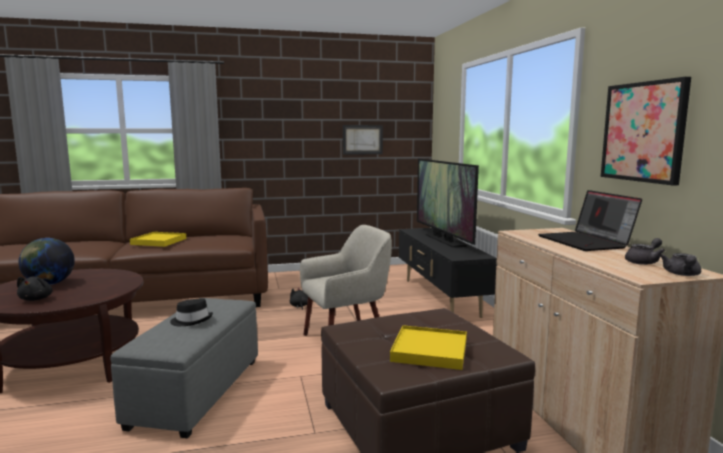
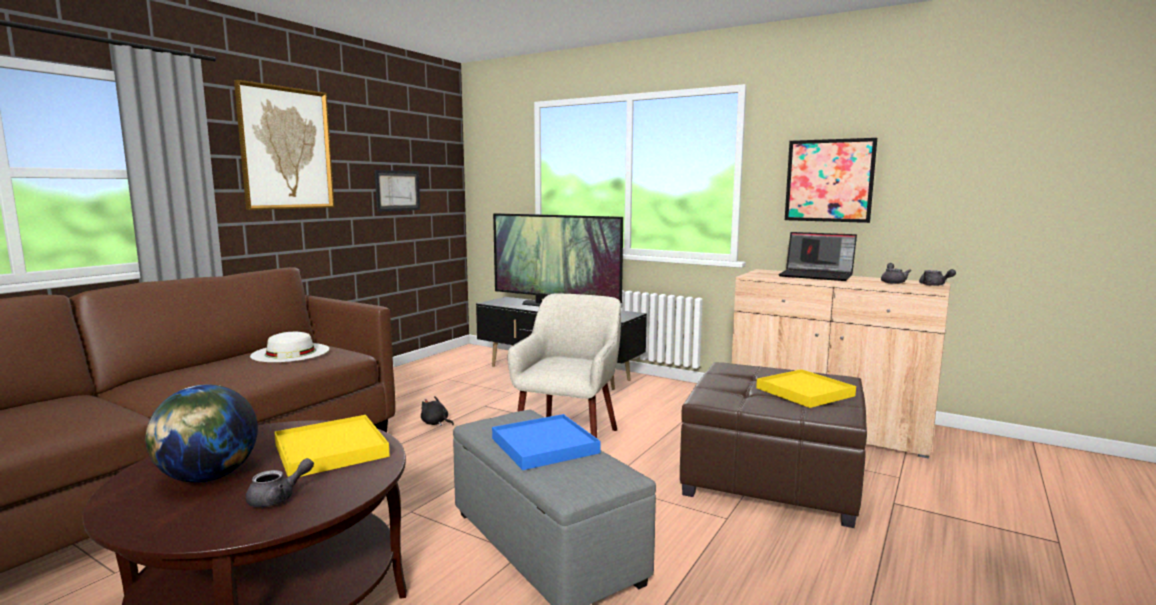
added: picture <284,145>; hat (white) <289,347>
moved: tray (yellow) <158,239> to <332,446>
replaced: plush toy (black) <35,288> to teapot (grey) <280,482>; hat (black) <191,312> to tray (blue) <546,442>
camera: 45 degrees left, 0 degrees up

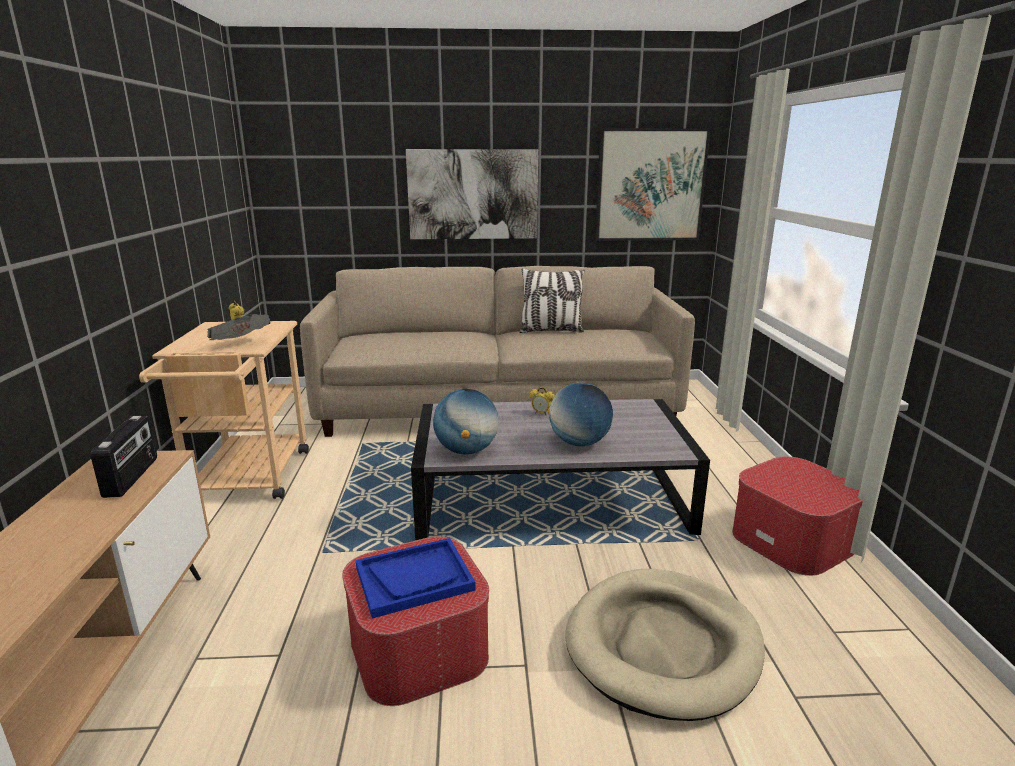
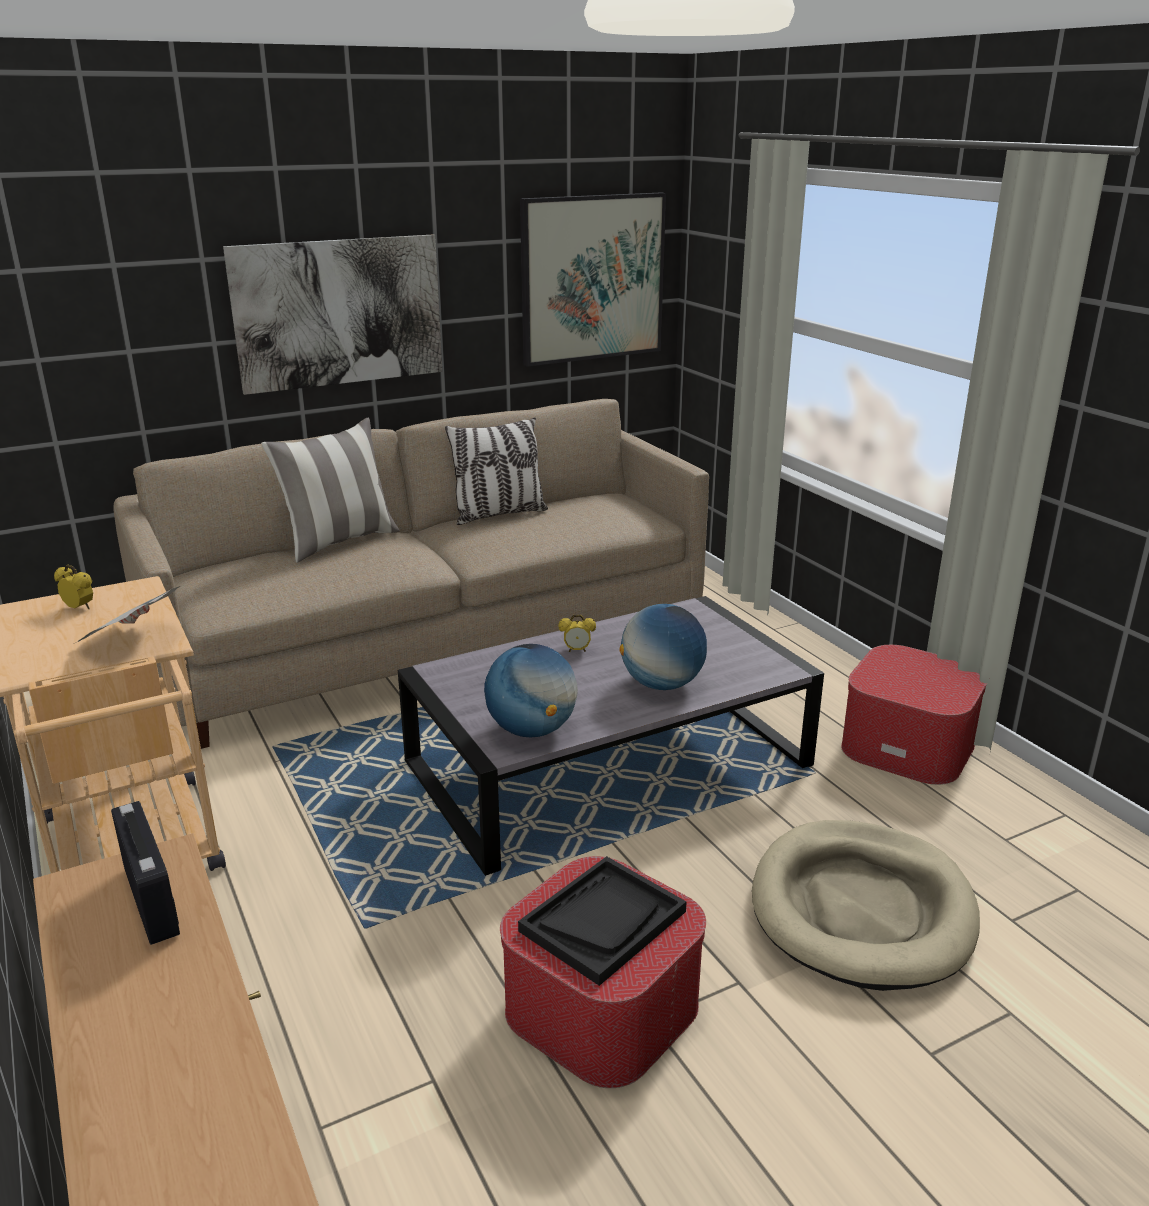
added: pillow <330,490>
recoloured: tray (blue) <416,578> to tray (black) <602,921>
camera: 25 degrees left, 5 degrees up

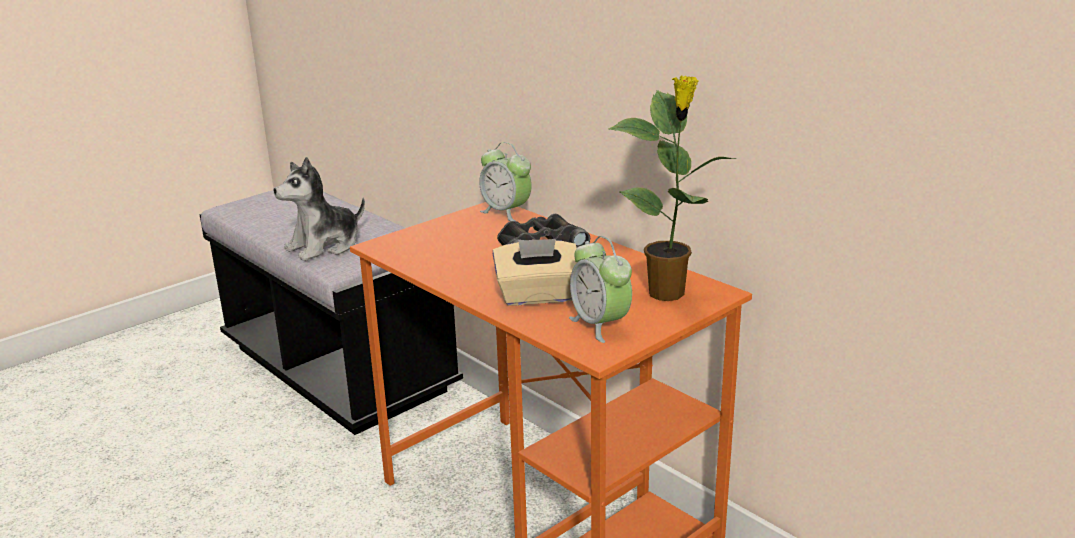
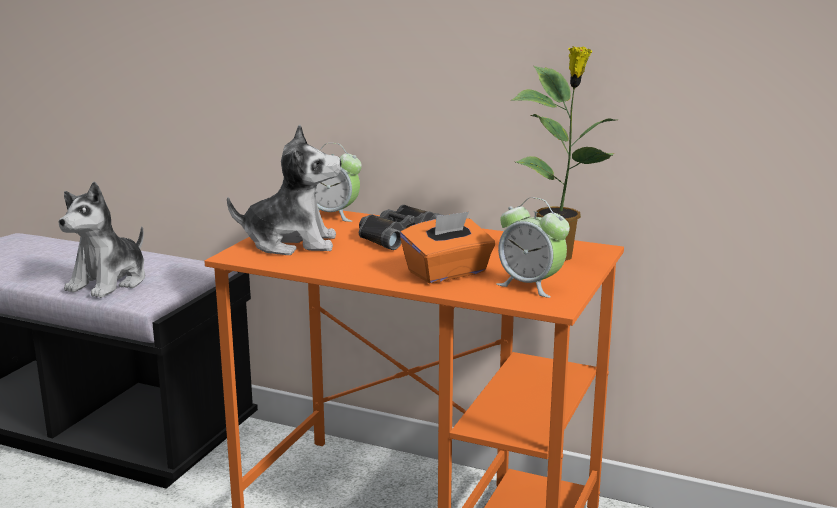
added: plush toy <284,189>
recoloured: tissue box (beige) <535,272> to tissue box (orange) <447,247>
camera: 25 degrees left, 5 degrees down

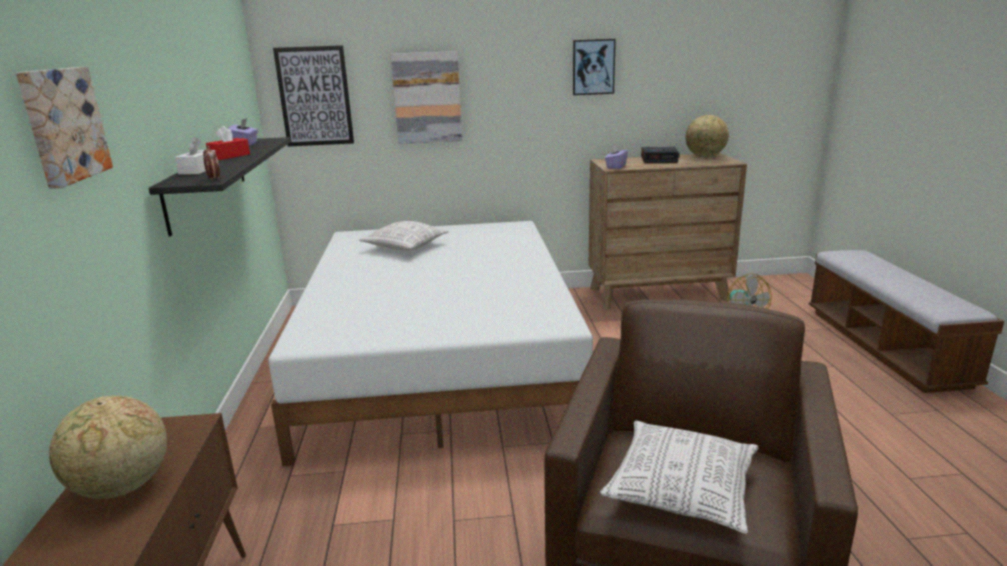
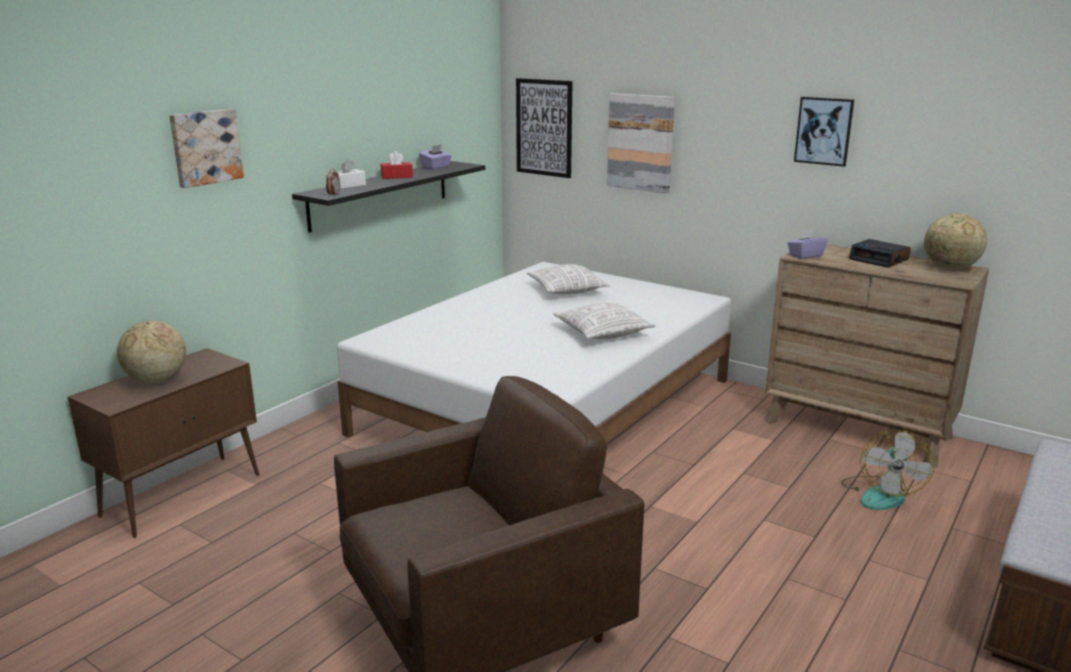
moved: pillow <679,477> to <604,321>
camera: 40 degrees right, 0 degrees up

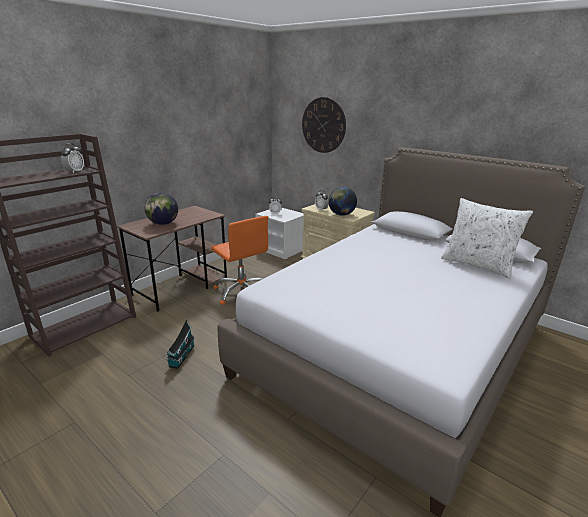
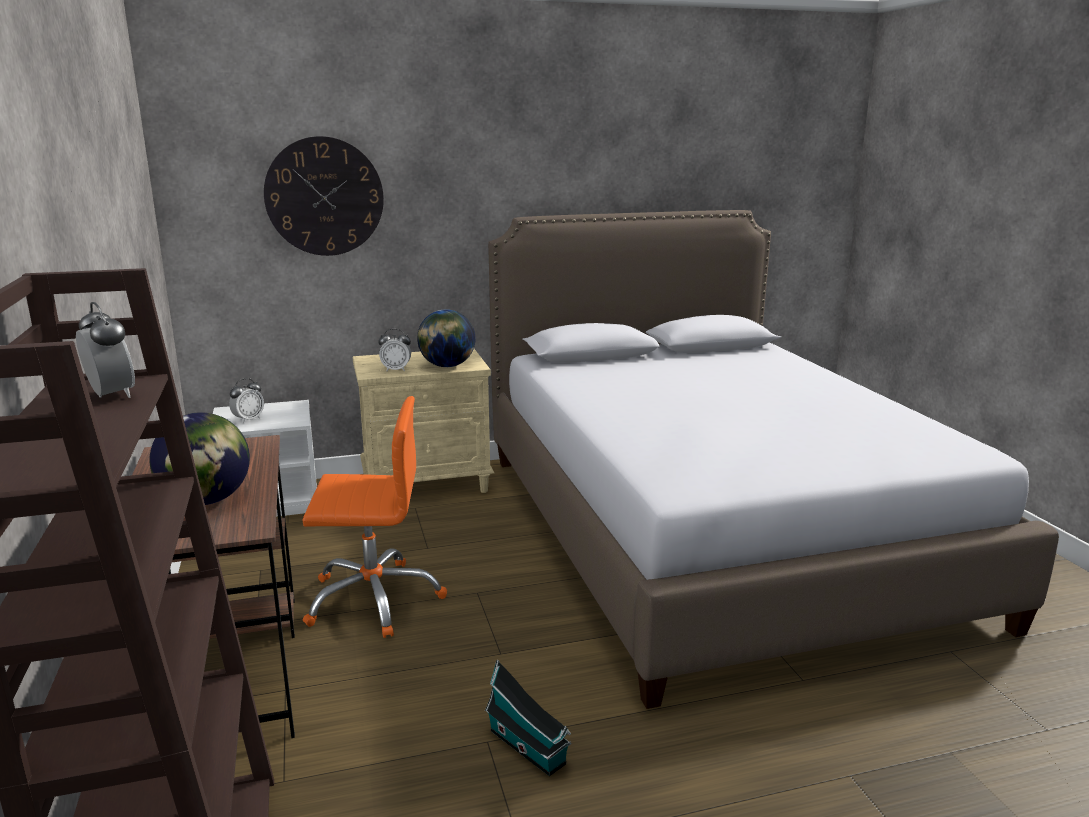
removed: pillow (white) <487,238>
camera: 55 degrees left, 5 degrees down

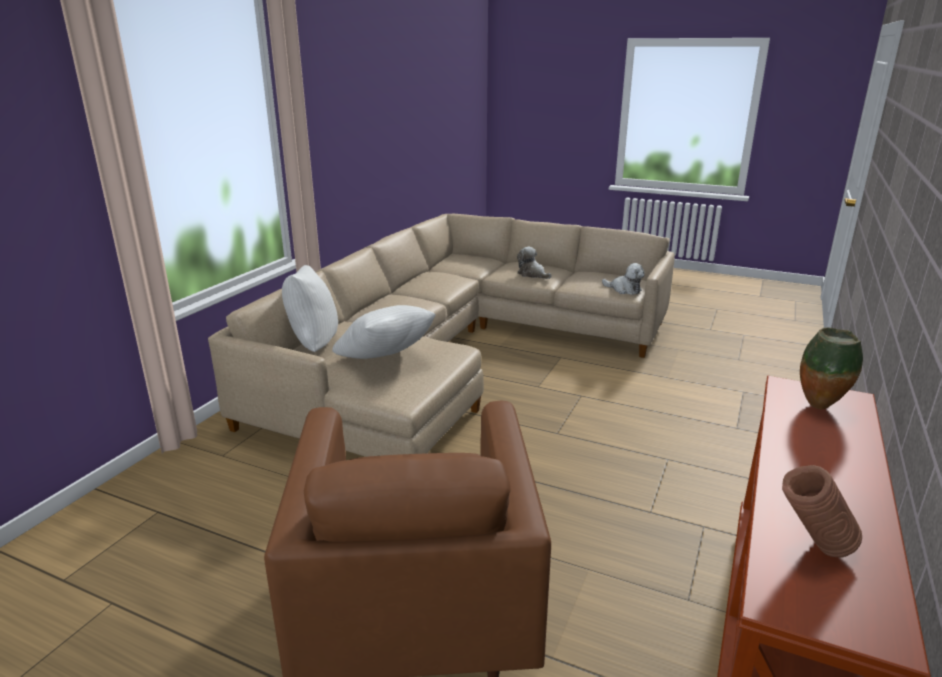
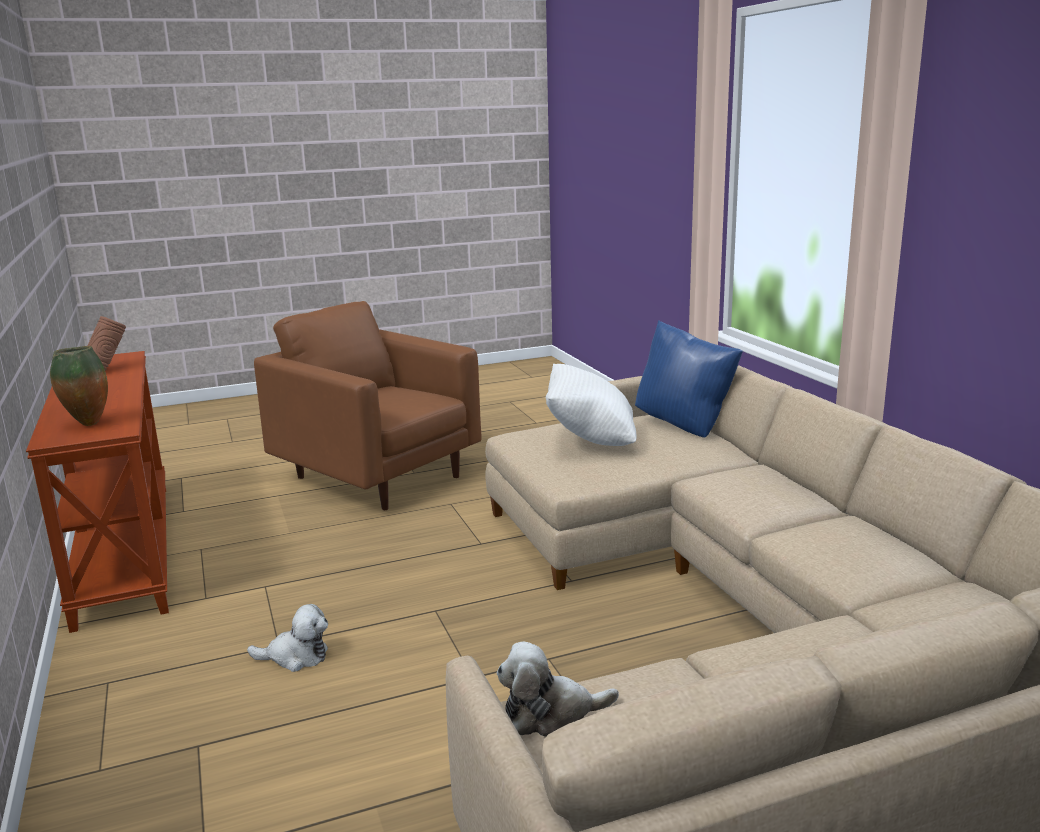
moved: plush toy <534,263> to <287,638>
recoloured: pillow (white) <310,308> to pillow (blue) <689,379>
camera: 135 degrees right, 5 degrees down

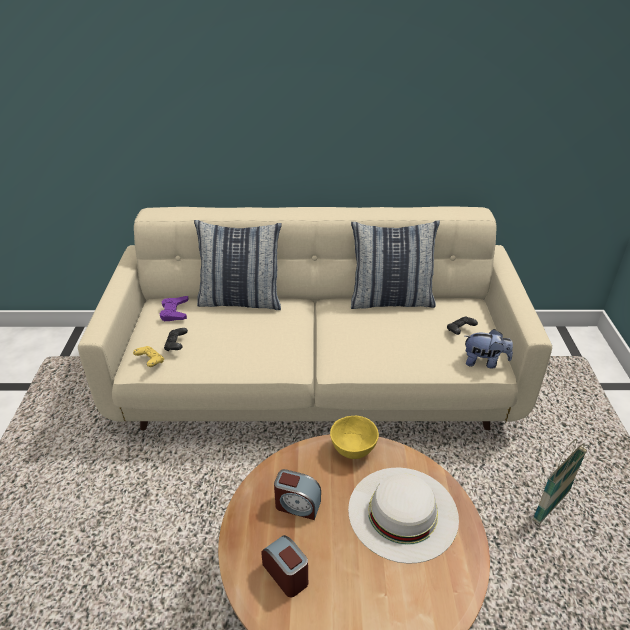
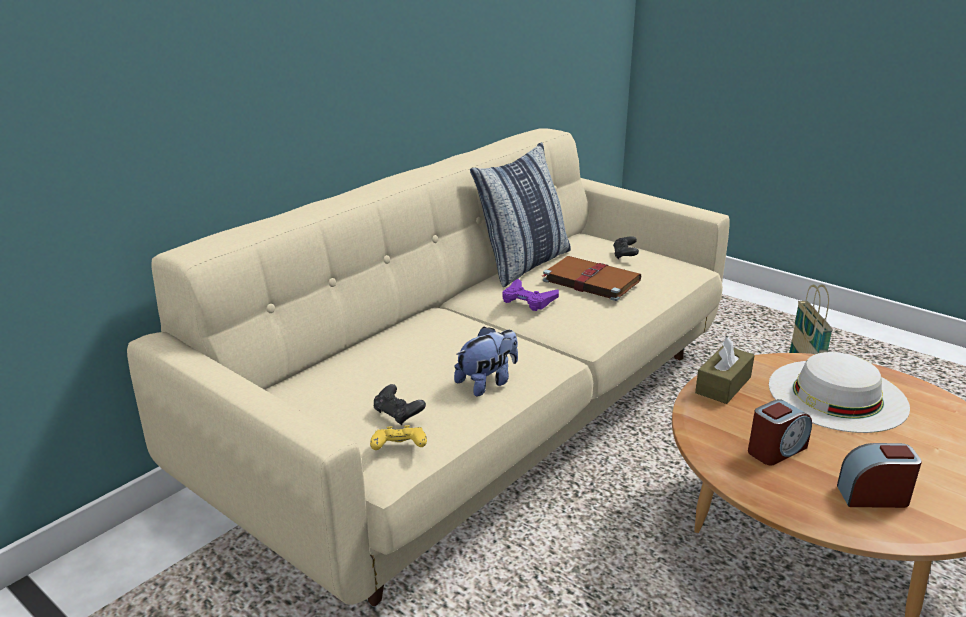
removed: pillow <238,265>
added: book (brown) <591,278>
moved: plush toy <489,348> to <486,361>; game controller (purple) <174,308> to <530,295>
replaced: bowl (yellow) <354,437> to tissue box (brown) <725,370>
camera: 50 degrees left, 10 degrees down

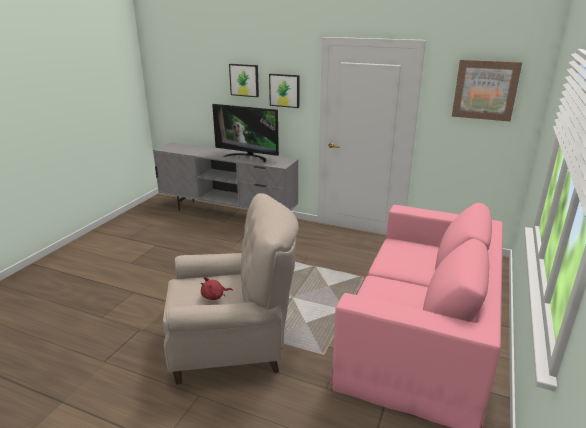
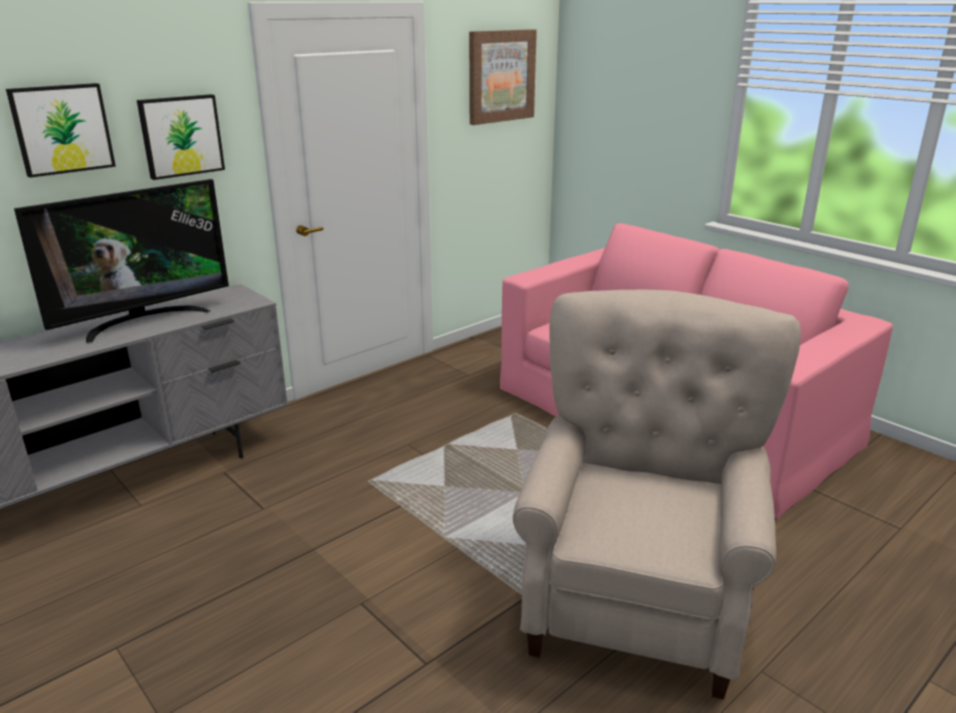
removed: plush toy (red) <217,288>
camera: 65 degrees left, 0 degrees up

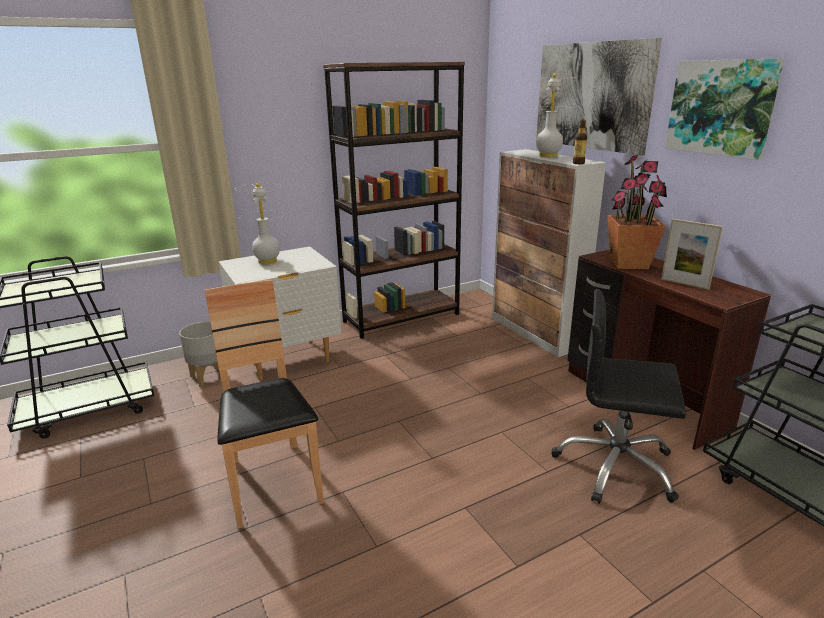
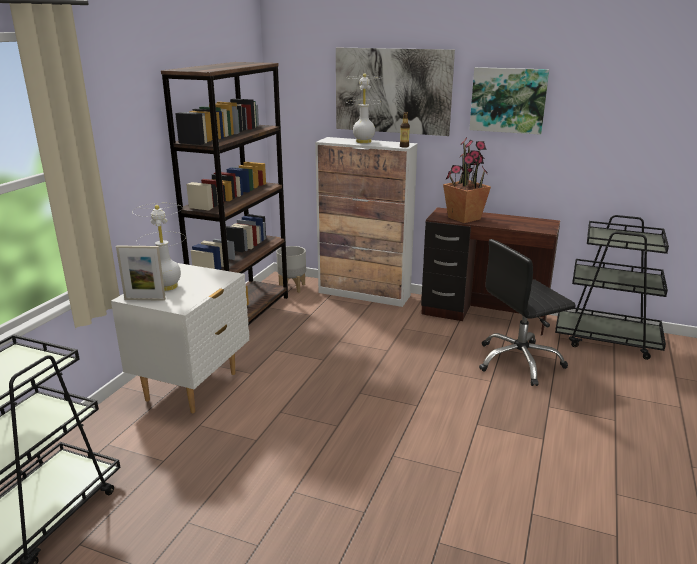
removed: chair (brown) <264,404>
moved: picture frame <692,254> to <141,273>; planter (grey) <199,354> to <291,269>
camera: 40 degrees left, 0 degrees up

